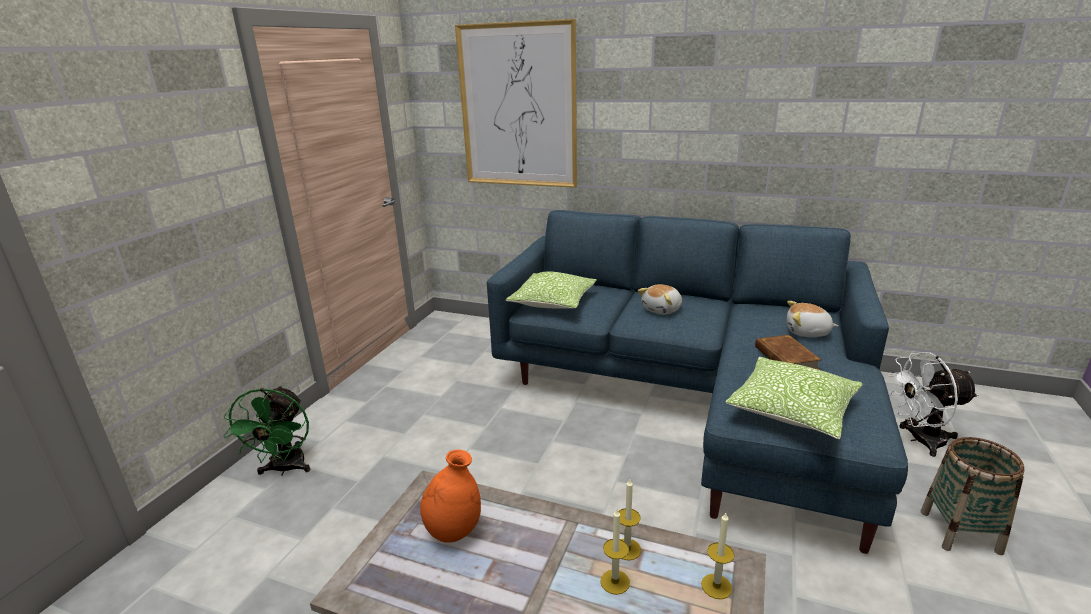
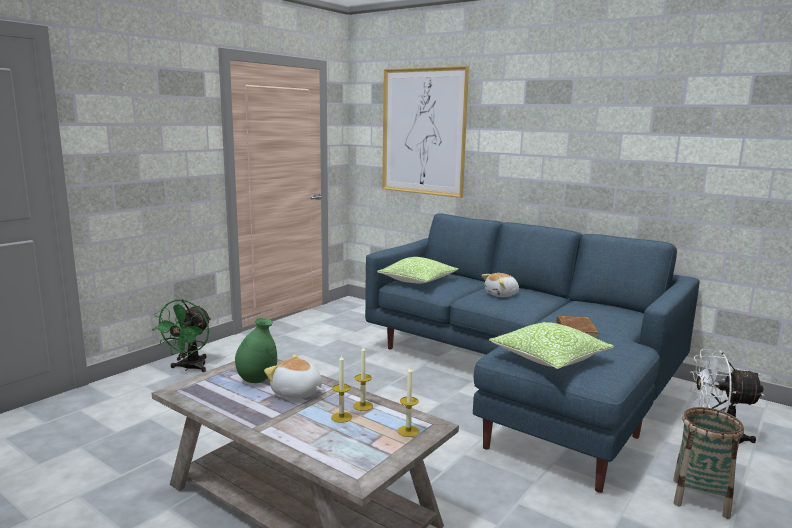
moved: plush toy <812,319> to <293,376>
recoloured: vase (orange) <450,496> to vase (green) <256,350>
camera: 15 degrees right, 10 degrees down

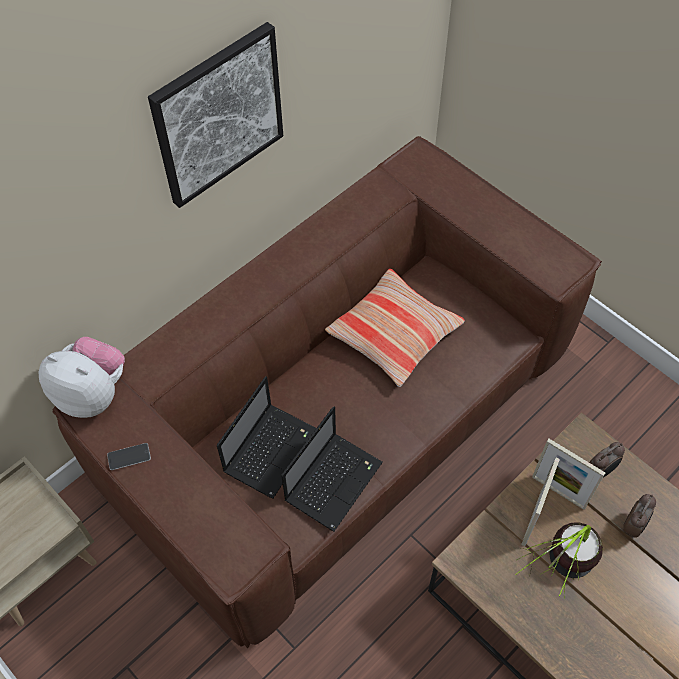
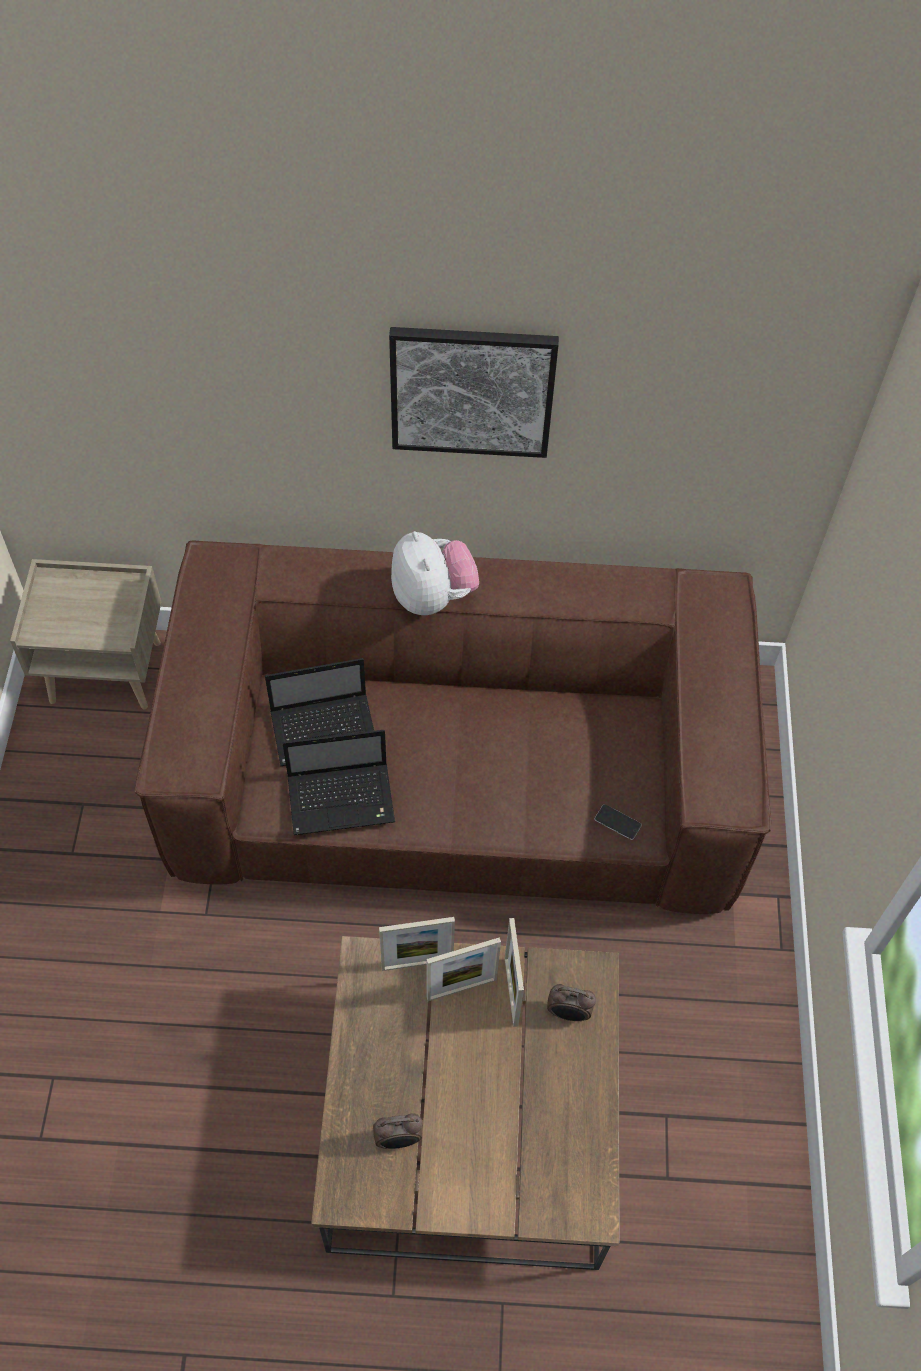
removed: pillow <395,328>; potted plant <559,561>
added: picture frame <417,944>
moved: alarm clock <639,516> to <397,1131>; plush toy <82,377> to <435,573>; phone <129,456> to <618,822>
camera: 45 degrees right, 0 degrees up

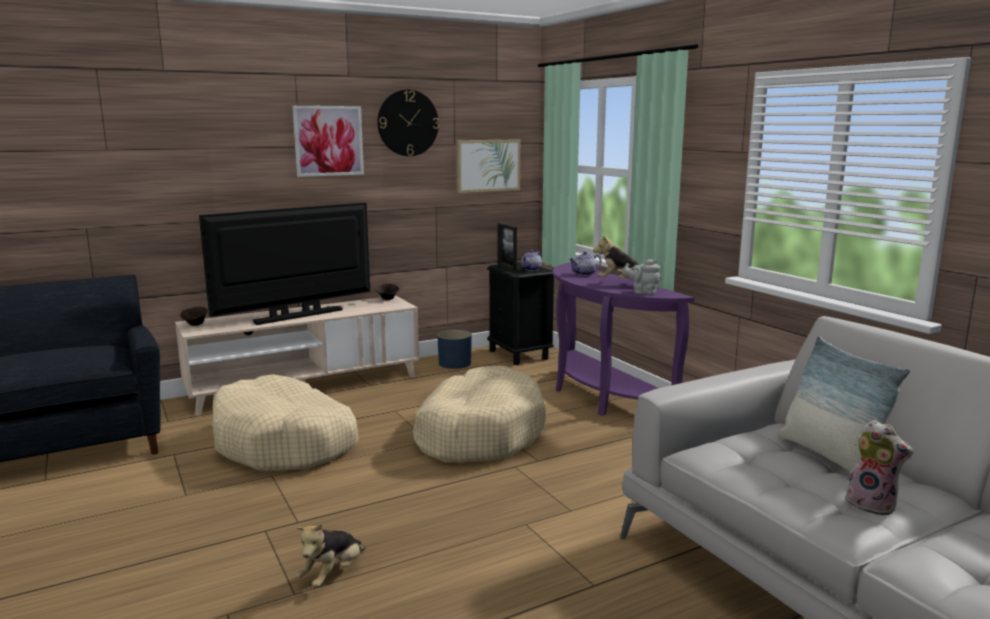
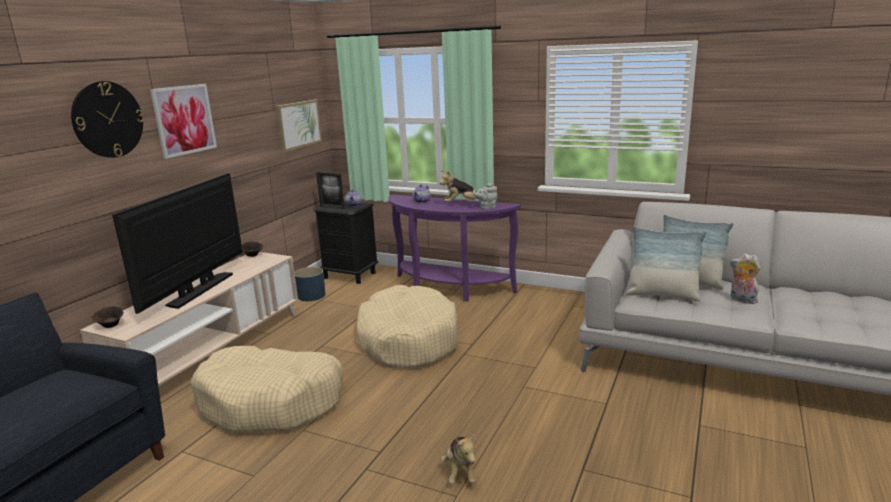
added: pillow <666,263>
moved: wall clock <408,122> to <107,119>
turned: plush toy <878,468> = <745,279> 150 degrees counterclockwise
camera: 35 degrees left, 5 degrees up

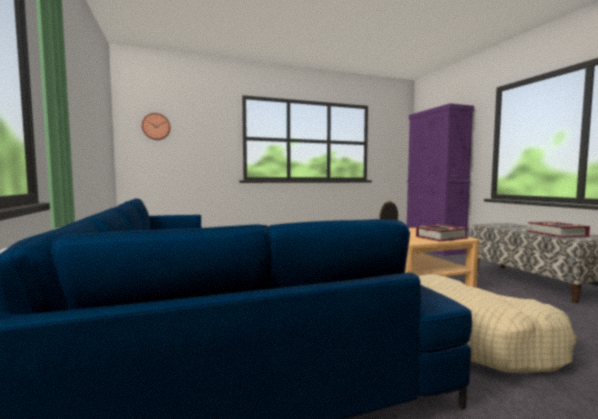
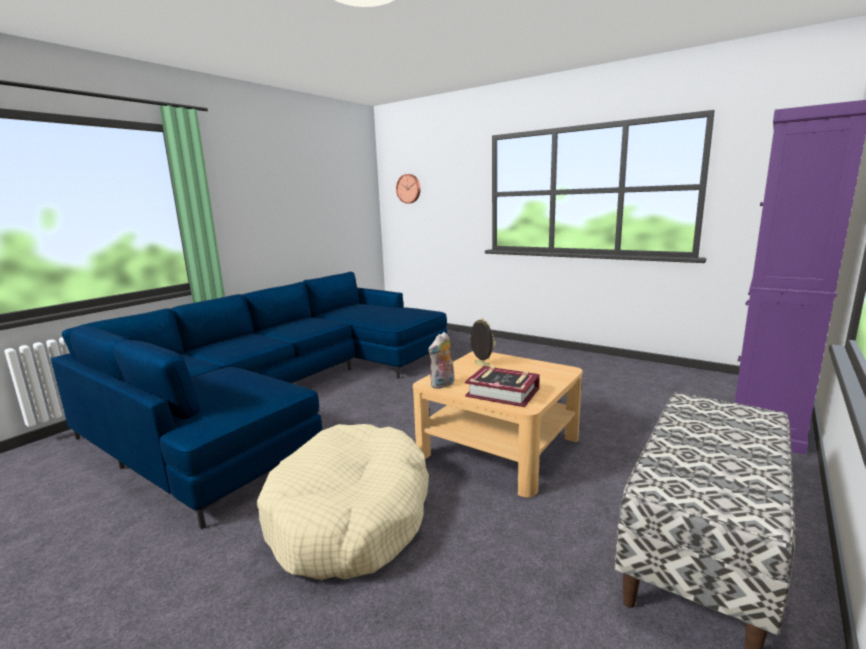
removed: book <559,229>
added: plush toy <441,360>
camera: 55 degrees right, 10 degrees up

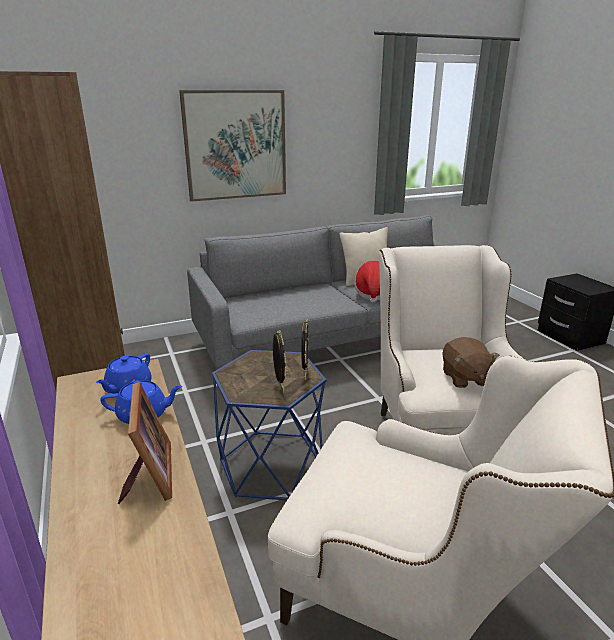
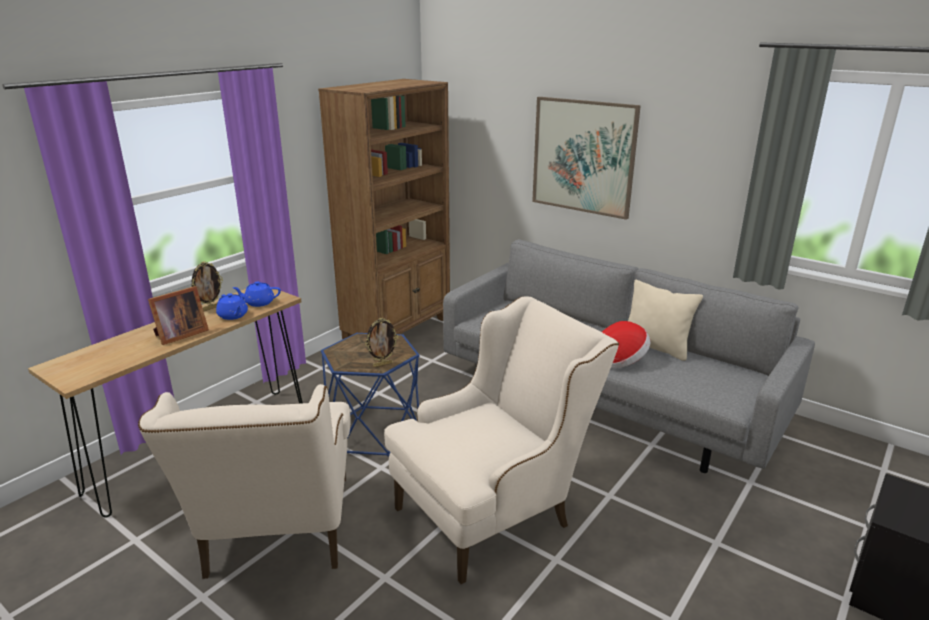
removed: plush toy (brown) <471,362>
moved: picture frame <280,362> to <207,286>
camera: 60 degrees right, 0 degrees up

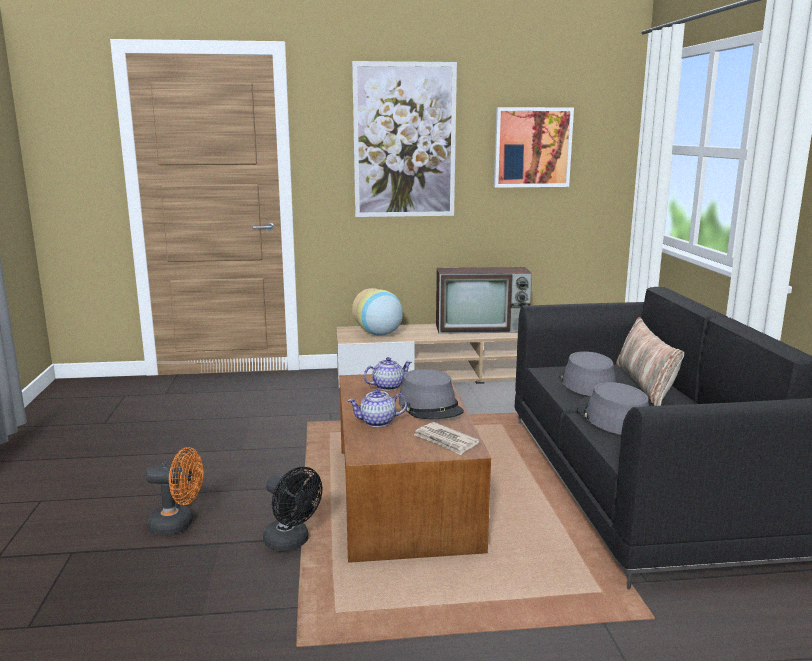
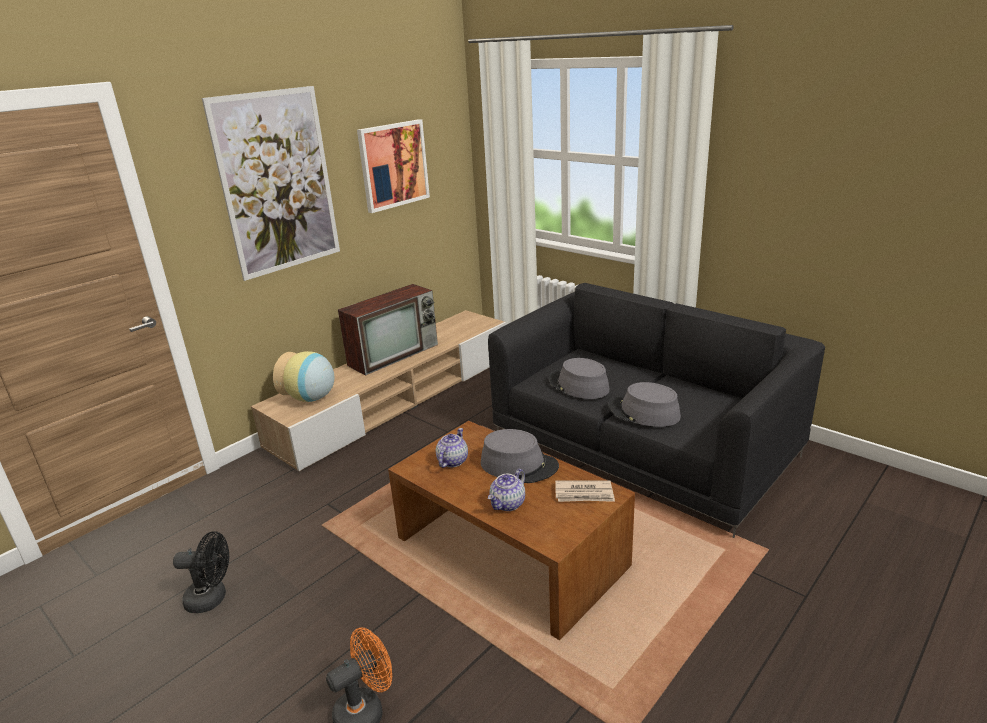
removed: pillow <650,361>
moved: fan (black) <292,509> to <201,572>
camera: 40 degrees left, 10 degrees up

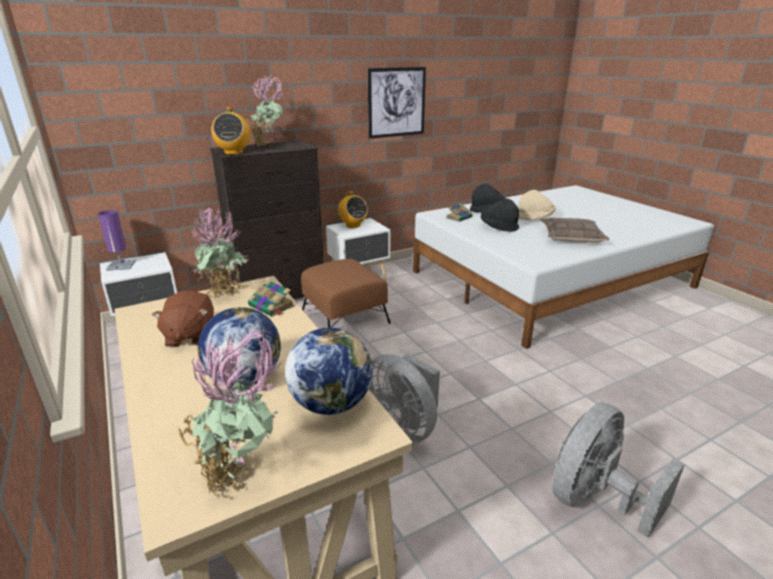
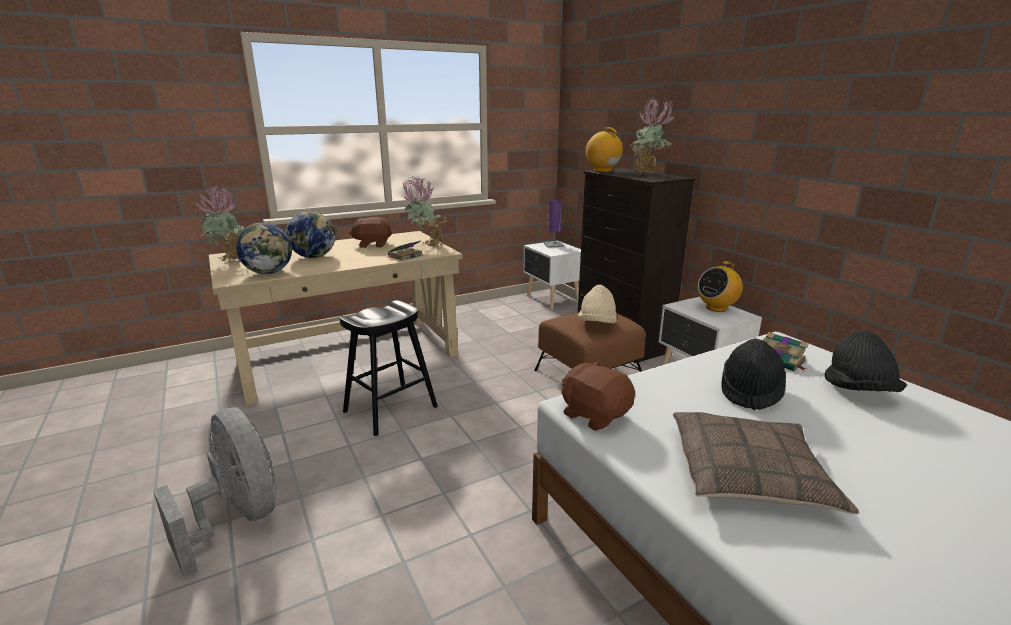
removed: picture <397,103>
added: plush toy (brown) <598,396>
moved: hat (beige) <537,205> to <597,304>
replaced: fan (grey) <404,399> to stool (black) <388,368>
turned: radio <231,131> = <606,149> 60 degrees clockwise
camera: 90 degrees right, 5 degrees down

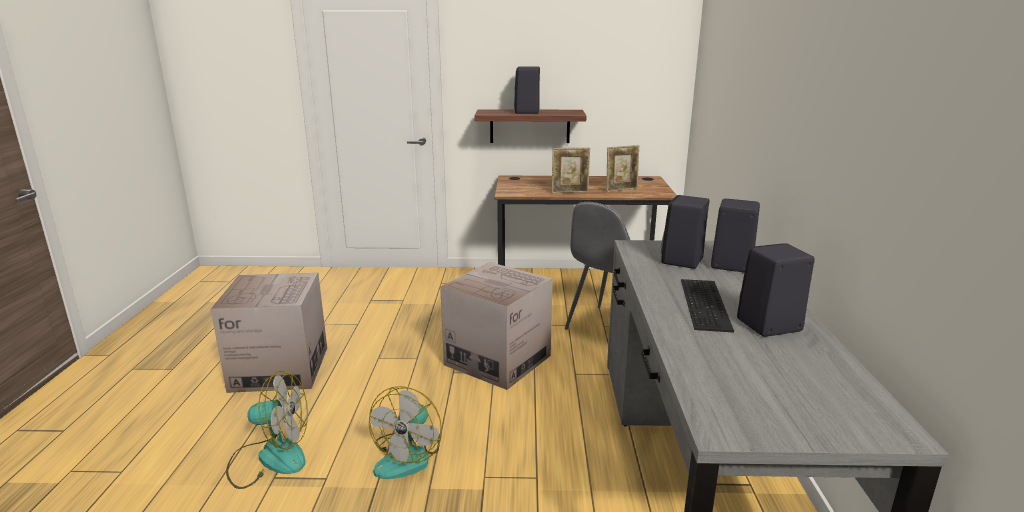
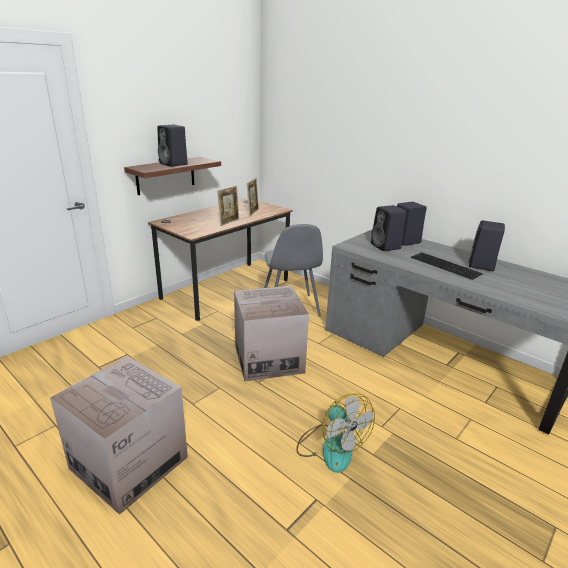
removed: fan <267,430>
camera: 50 degrees left, 5 degrees up

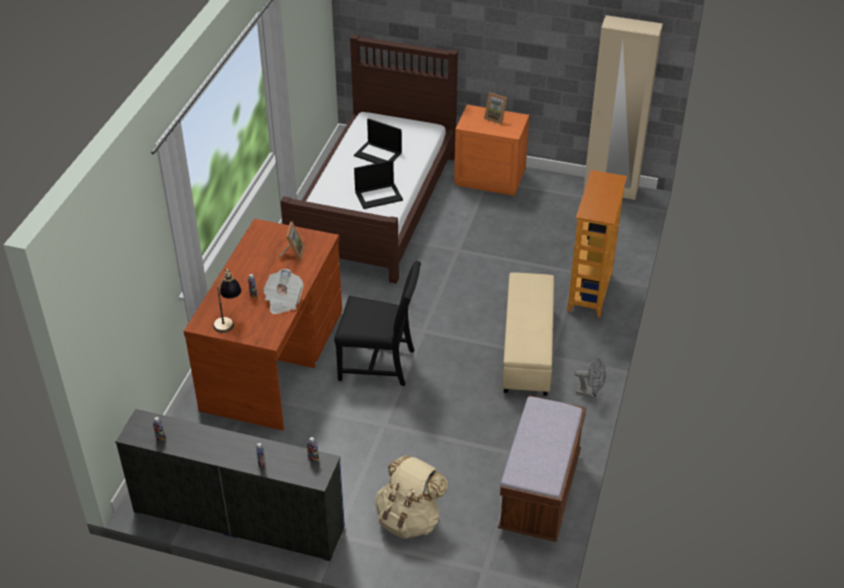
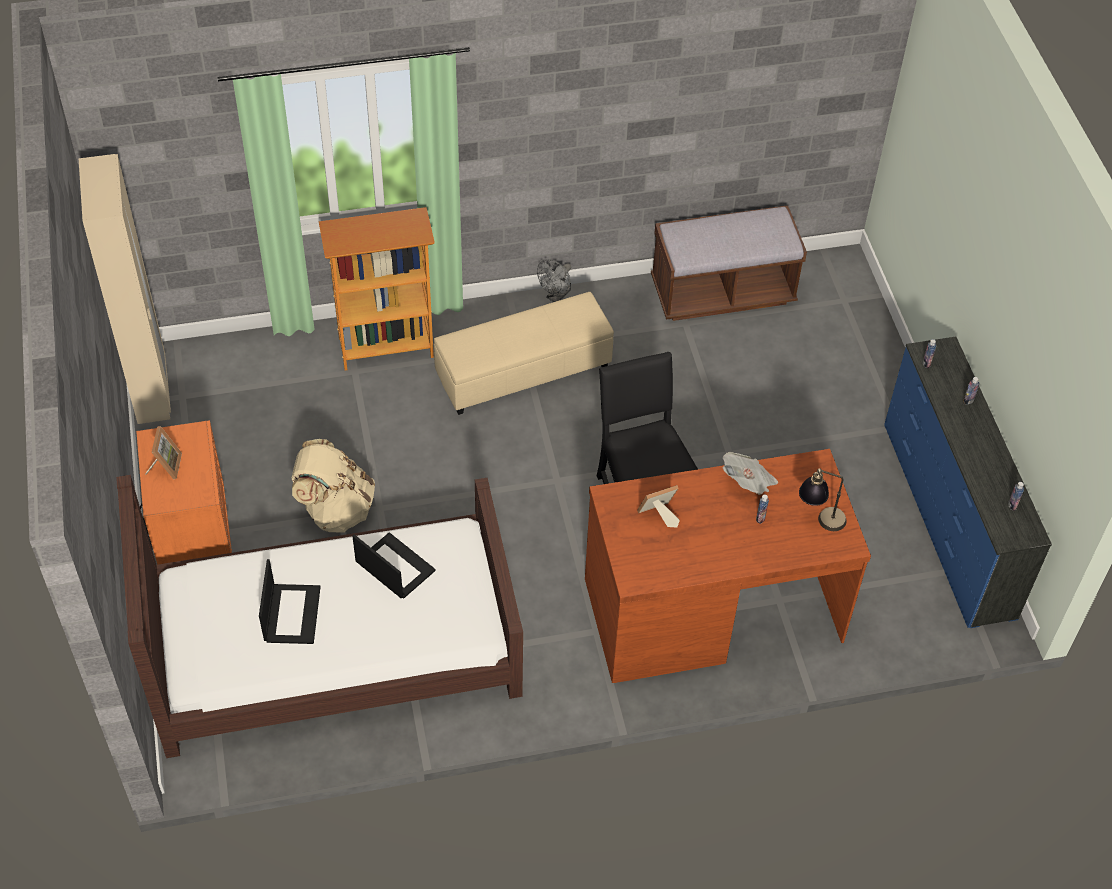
moved: backpack (beige) <411,497> to <333,486>
turned: fan (grey) <590,378> = <554,280> 135 degrees counterclockwise
camera: 120 degrees left, 10 degrees up

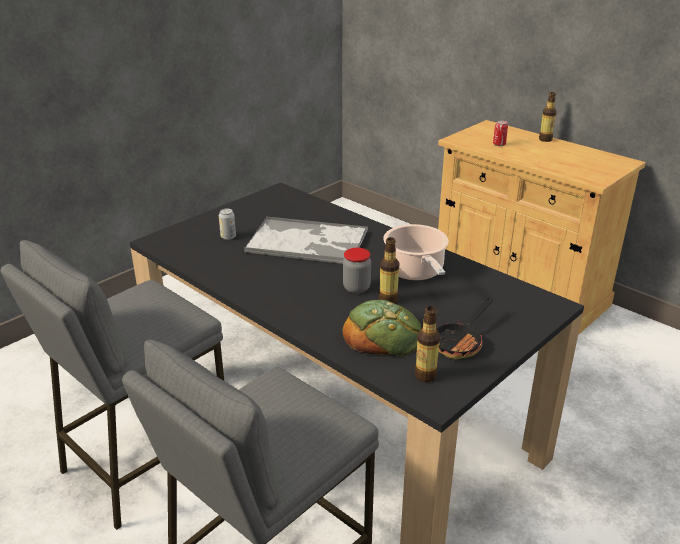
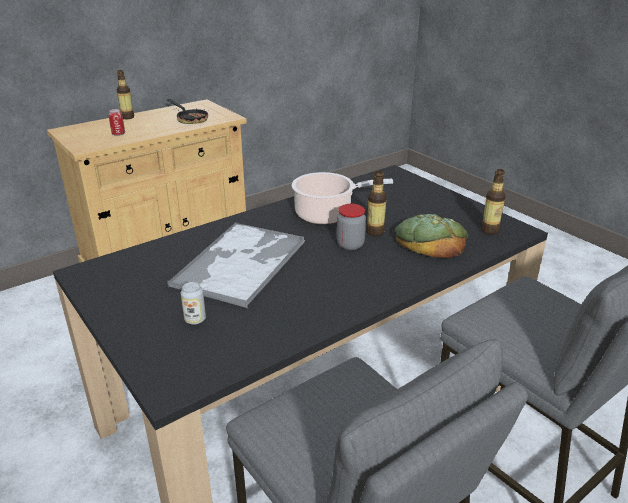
moved: frying pan <465,328> to <188,111>
camera: 80 degrees left, 0 degrees up

